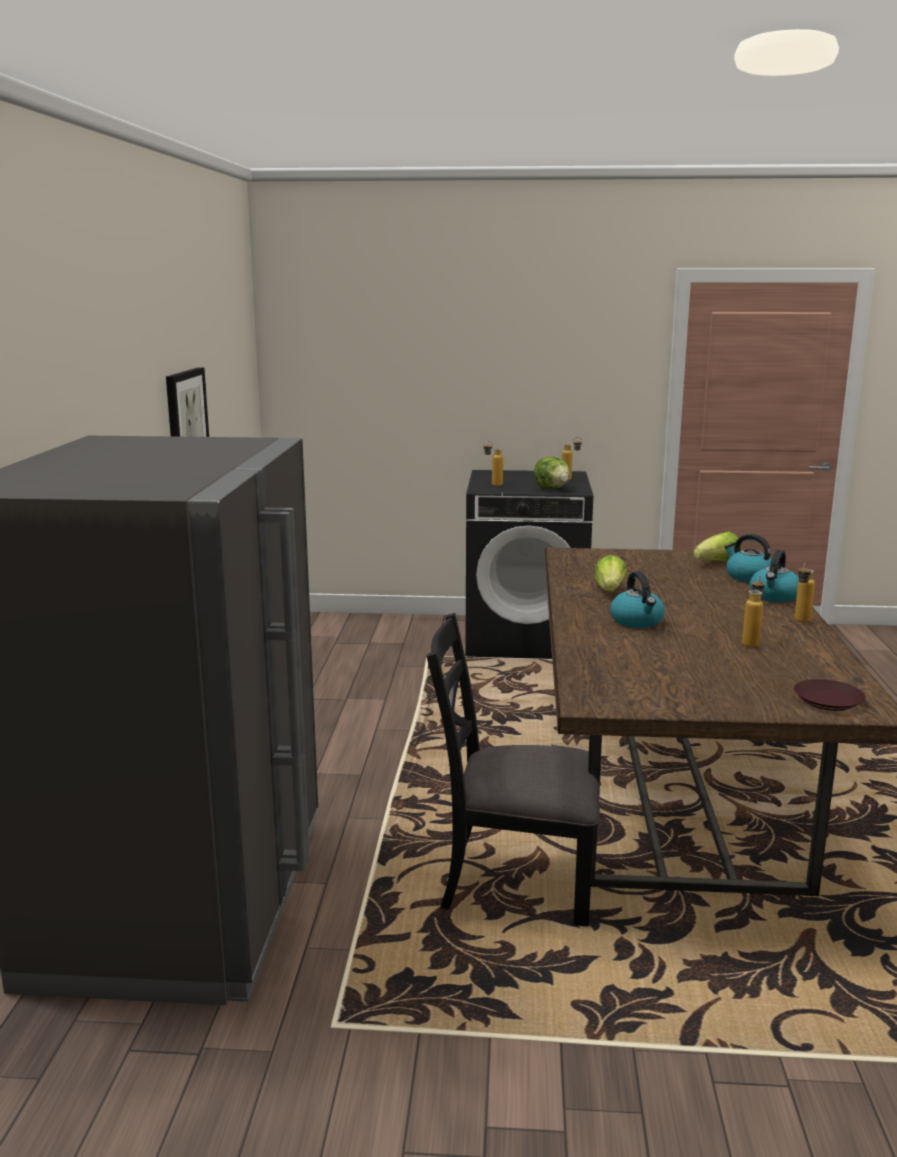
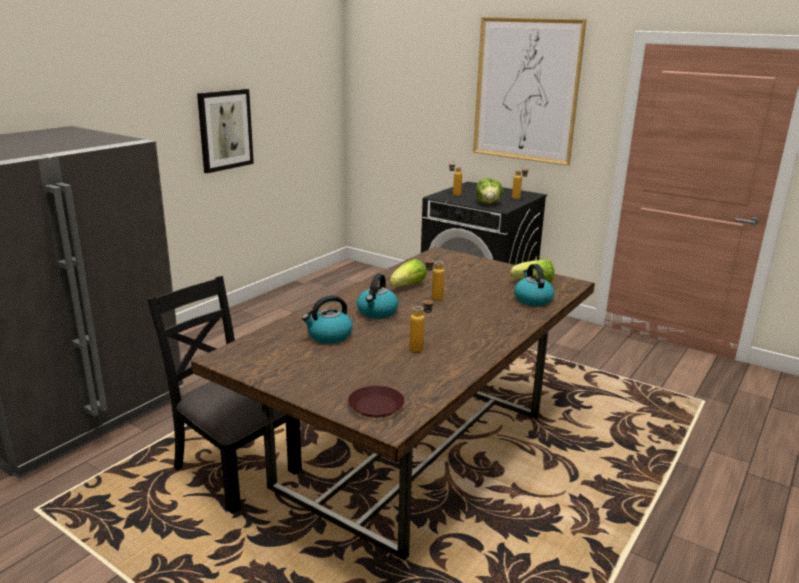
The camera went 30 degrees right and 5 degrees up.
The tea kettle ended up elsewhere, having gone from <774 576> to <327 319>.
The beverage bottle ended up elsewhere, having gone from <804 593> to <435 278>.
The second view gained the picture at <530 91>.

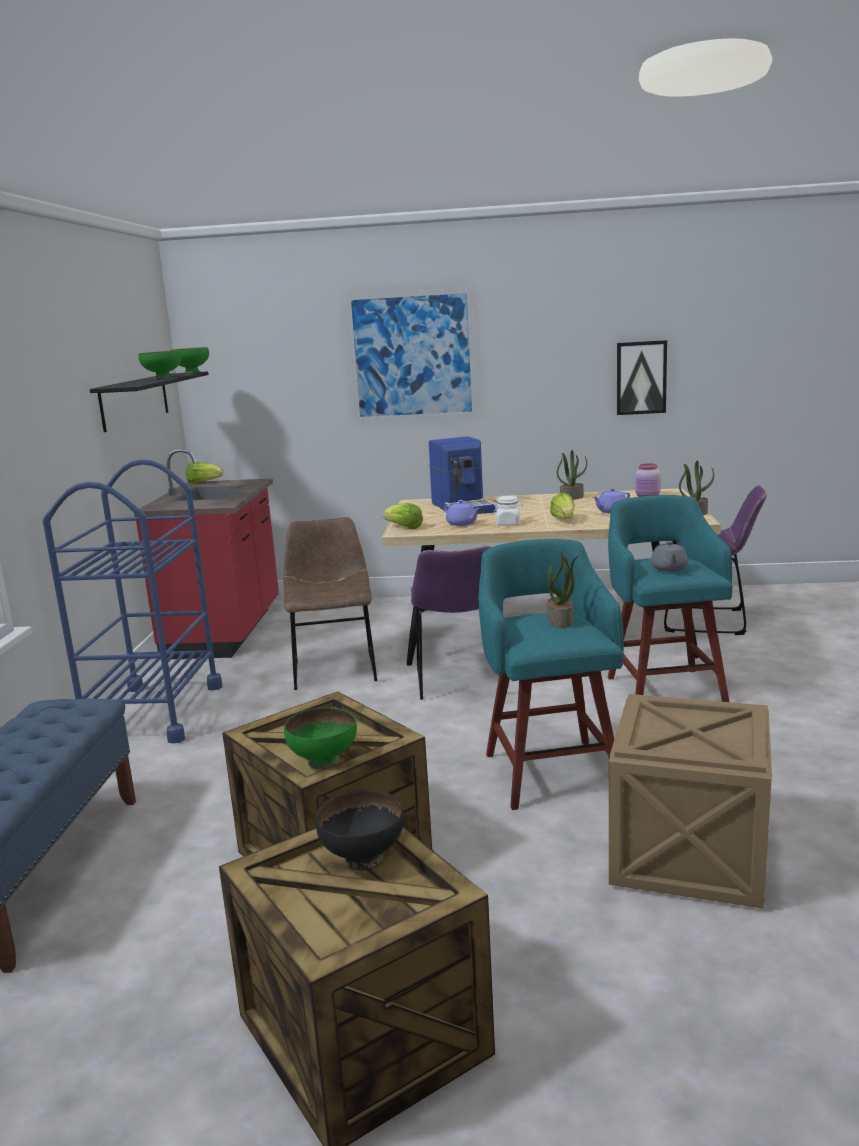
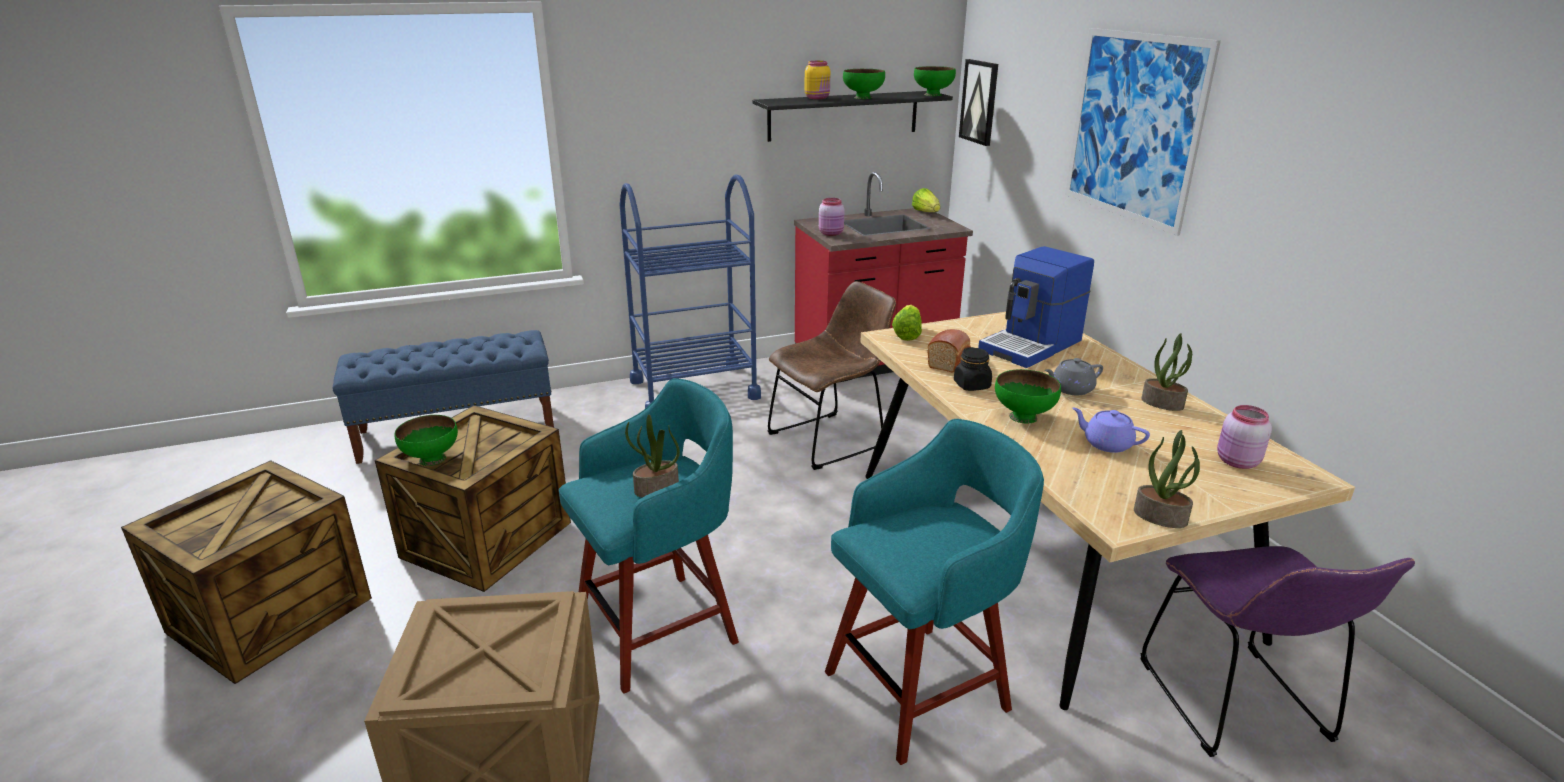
The camera went 65 degrees right and 10 degrees up.
The second view lost the black deep dish at <360 829>.
The second view lost the purplish plain chair at <454 623>.
Where the purplish pot for tea stood at <462 513>, the bakery bread came to stand at <949 351>.
What was the white-coloured storage jar at <508 511> turned into the black storage jar at <973 369>.
Where the lettuce head stood at <562 506>, the green-coloured deep dish came to stand at <1028 396>.
The picture ended up elsewhere, having gone from <642 377> to <978 102>.
The gray pot for tea ended up elsewhere, having gone from <669 556> to <1074 376>.
The second view gained the yellow storage jar at <817 80>.
The second view gained the pink storage jar at <831 217>.

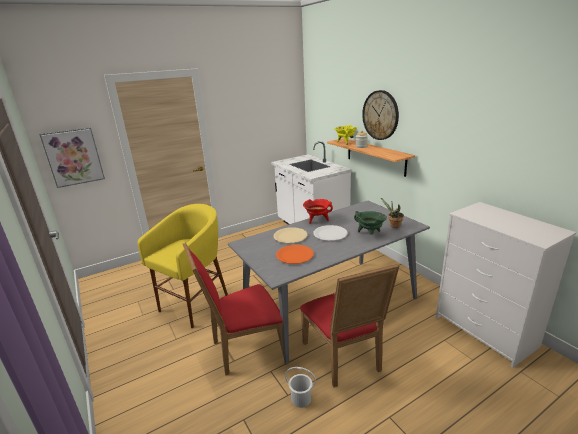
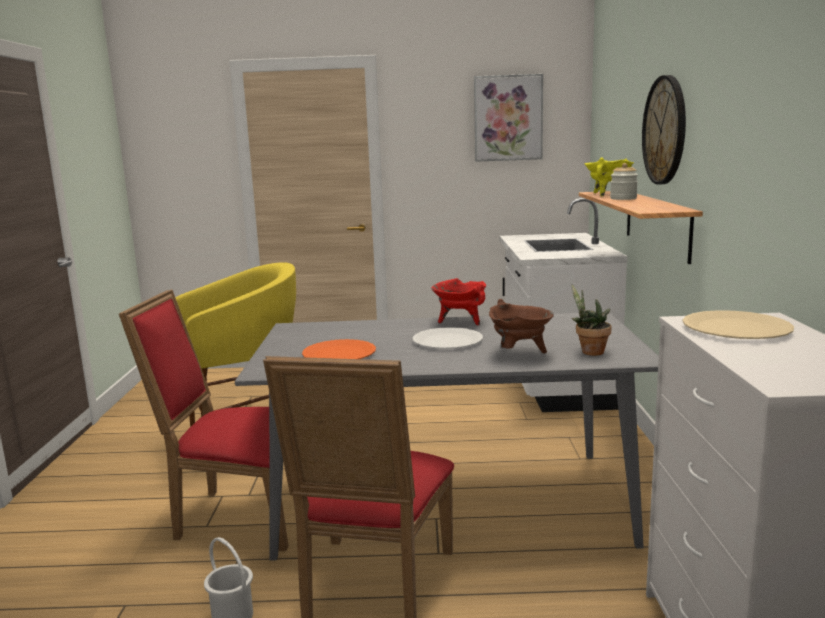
The camera went 30 degrees right and 10 degrees down.
The picture ended up elsewhere, having gone from <72 157> to <508 118>.
The sand-coloured flat dish ended up elsewhere, having gone from <290 235> to <738 324>.
What was the green-coloured saucepot at <370 223> turned into the brown saucepot at <521 326>.

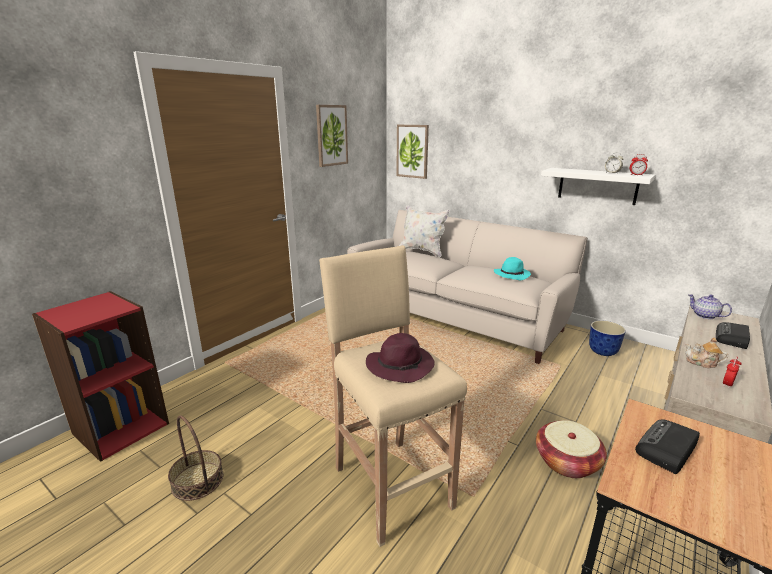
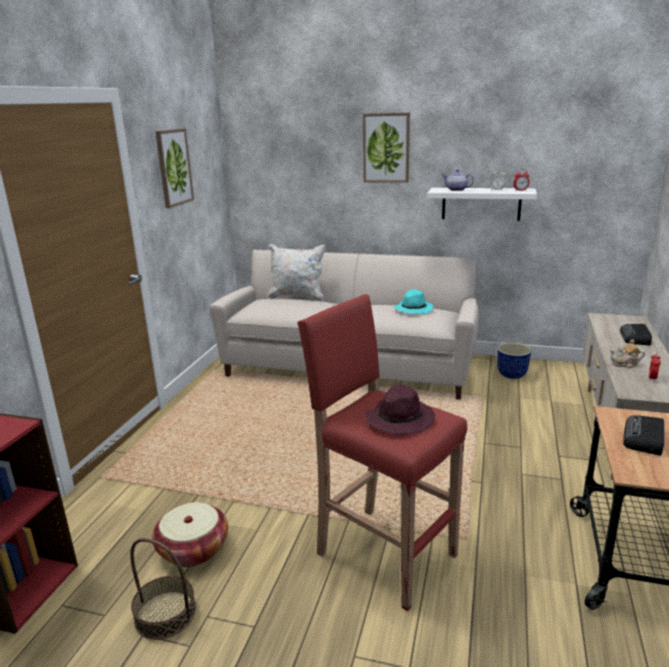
The camera went 20 degrees left and 0 degrees up.
What was the sand-coloured stool seat at <393 396> turned into the reddish stool seat at <382 452>.
The picture ended up elsewhere, having gone from <412 152> to <386 147>.
The basket ended up elsewhere, having gone from <571 449> to <190 534>.
The pot for tea ended up elsewhere, having gone from <710 306> to <457 180>.

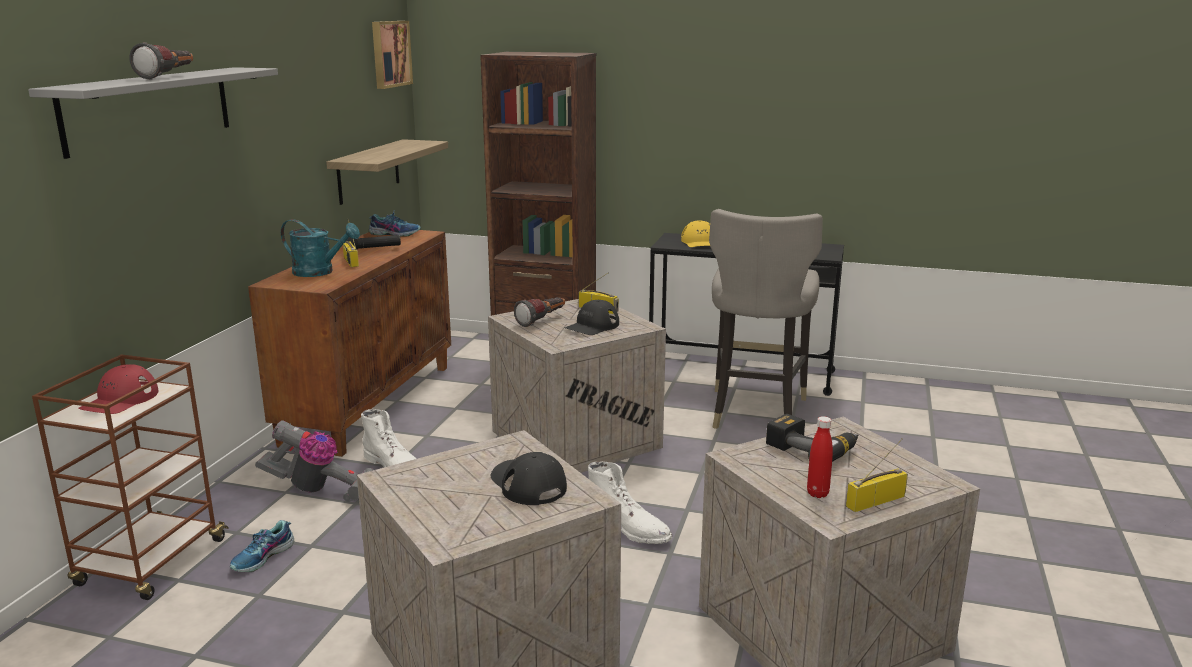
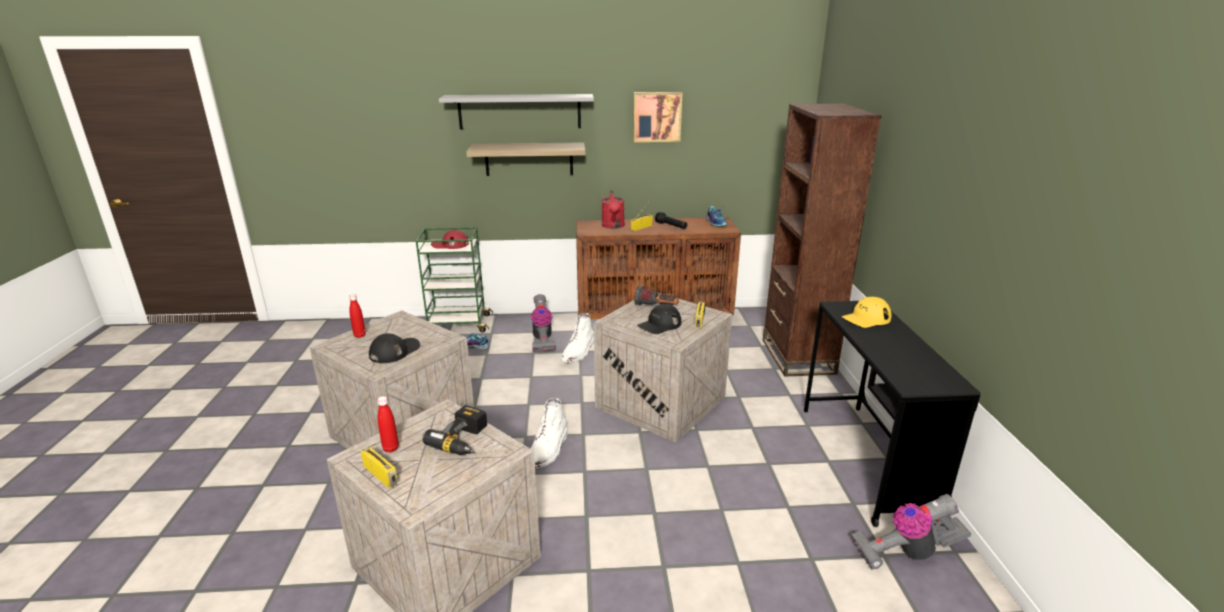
The camera went 70 degrees right and 5 degrees up.
What was the brown cart at <130 477> turned into the green-coloured cart at <454 280>.
The second view lost the torch at <161 61>.
What was the turquoise watering pot at <320 248> turned into the reddish watering pot at <613 209>.
The shelf ended up elsewhere, having gone from <387 172> to <525 159>.
The picture ended up elsewhere, having gone from <392 55> to <657 117>.
The black cap at <592 317> ended up facing another way, 60 degrees counterclockwise from before.
The second view lost the gray stool seat at <766 319>.
The second view gained the reddish beverage bottle at <357 316>.
The second view gained the hoover at <911 532>.

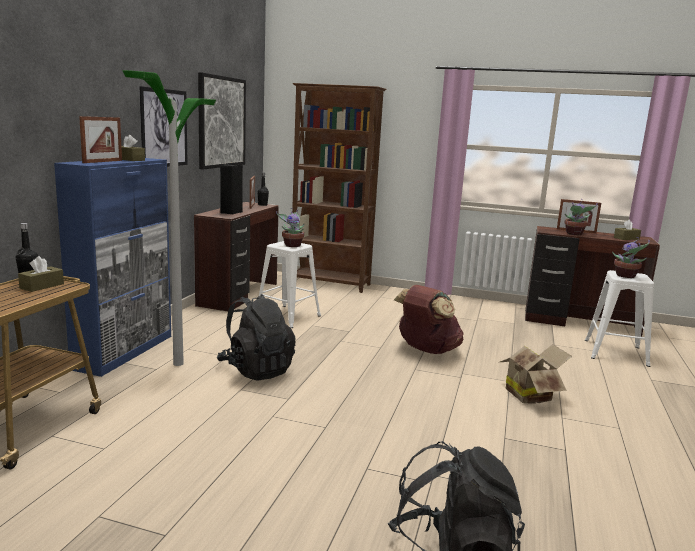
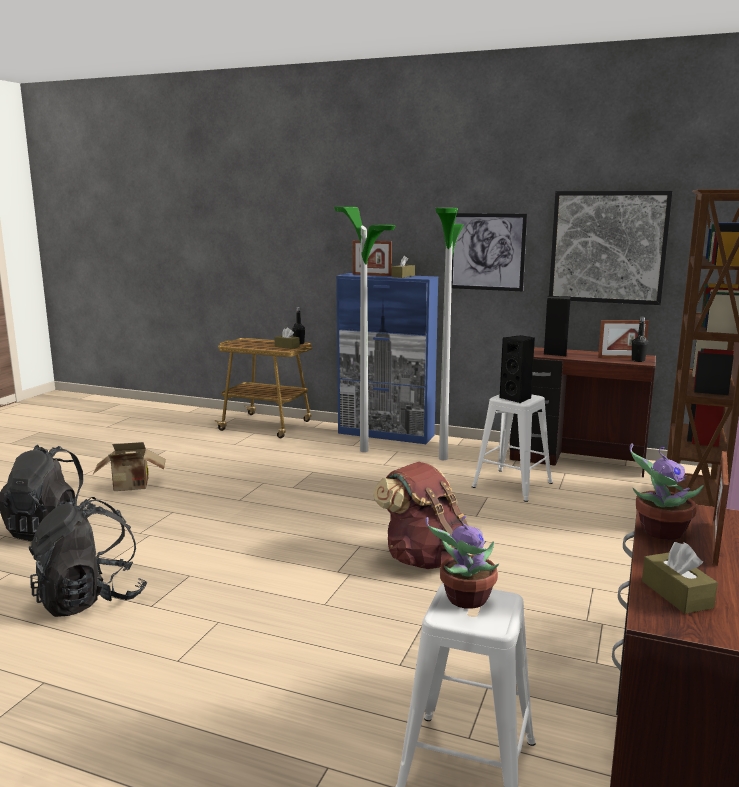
The camera went 95 degrees right and 0 degrees up.
The black backpack ended up elsewhere, having gone from <256 337> to <88 557>.
Where the plant in a pot stood at <290 227>, the black loudspeaker came to stand at <517 369>.
The packing box ended up elsewhere, having gone from <536 374> to <129 466>.
The second view gained the floor lamp at <449 334>.

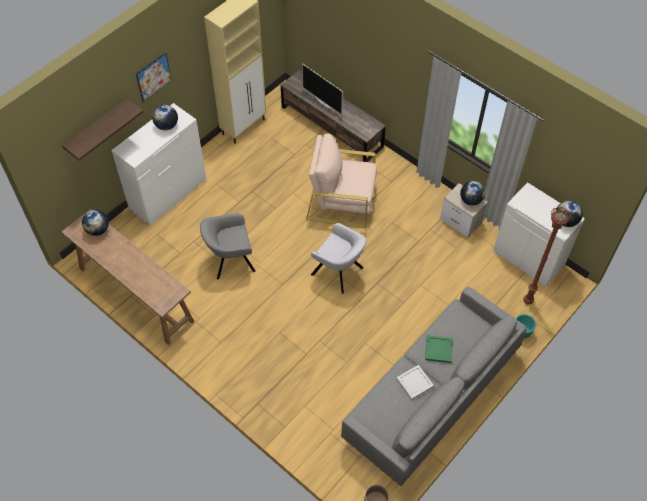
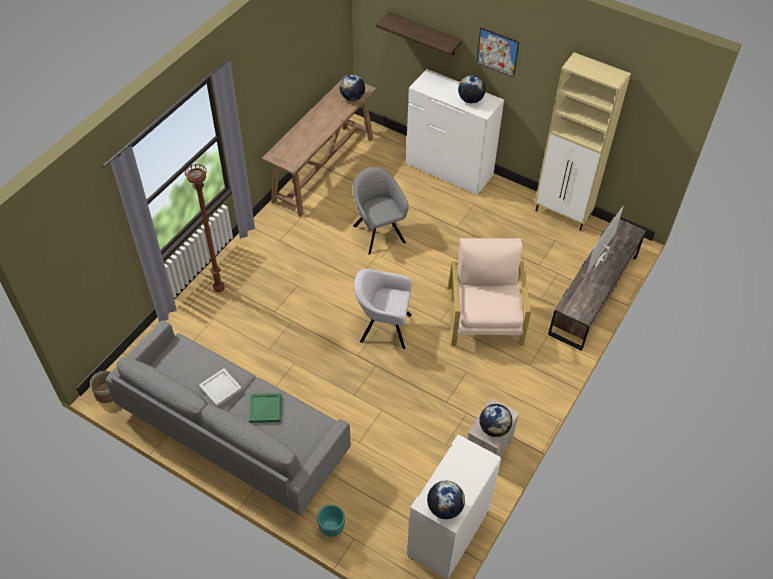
The camera went 80 degrees right and 5 degrees down.
The gray armchair at <339 258> ended up facing another way, 75 degrees clockwise from before.
The brown floor lamp ended up elsewhere, having gone from <547 256> to <205 228>.

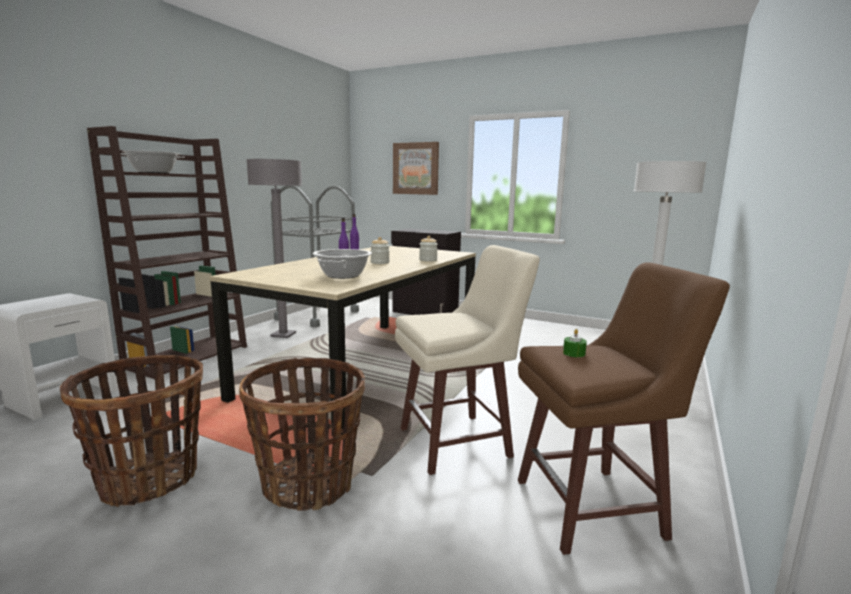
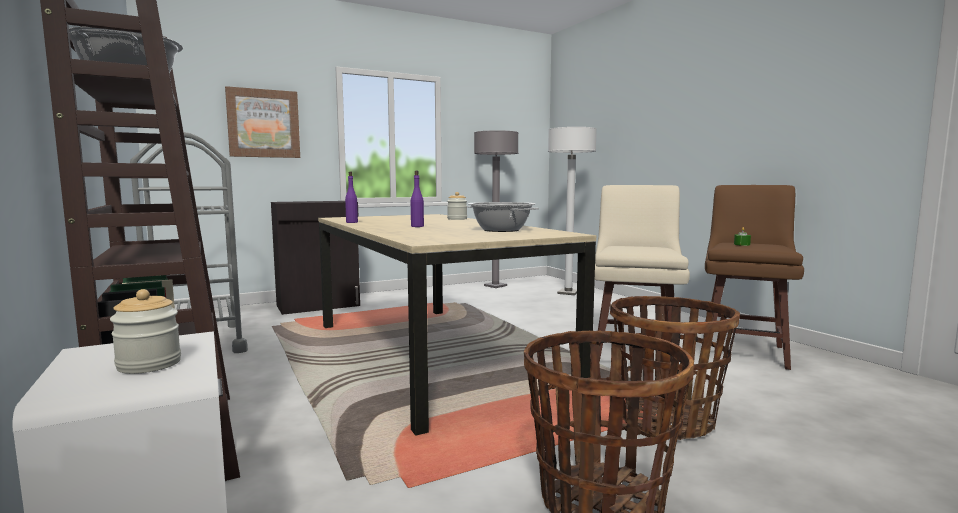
The camera went 55 degrees left and 5 degrees down.
The gray floor lamp ended up elsewhere, having gone from <274 248> to <496 209>.
The storage jar ended up elsewhere, having gone from <380 250> to <145 331>.

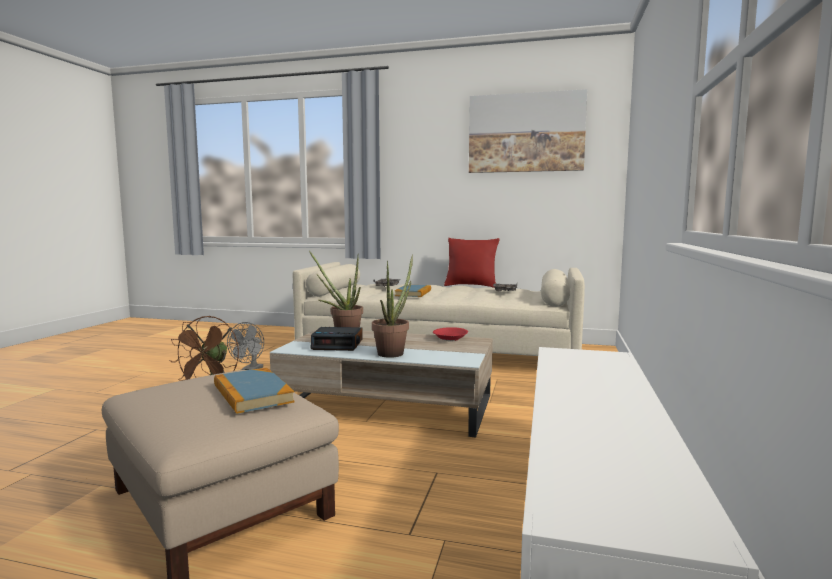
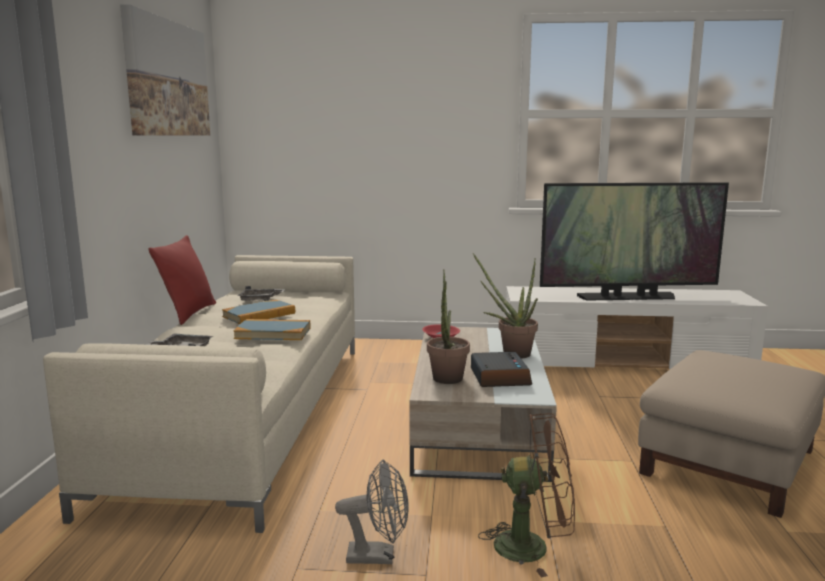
The camera went 100 degrees left and 5 degrees up.
The volume ended up elsewhere, having gone from <254 391> to <258 312>.
The second view gained the TV set at <634 241>.

